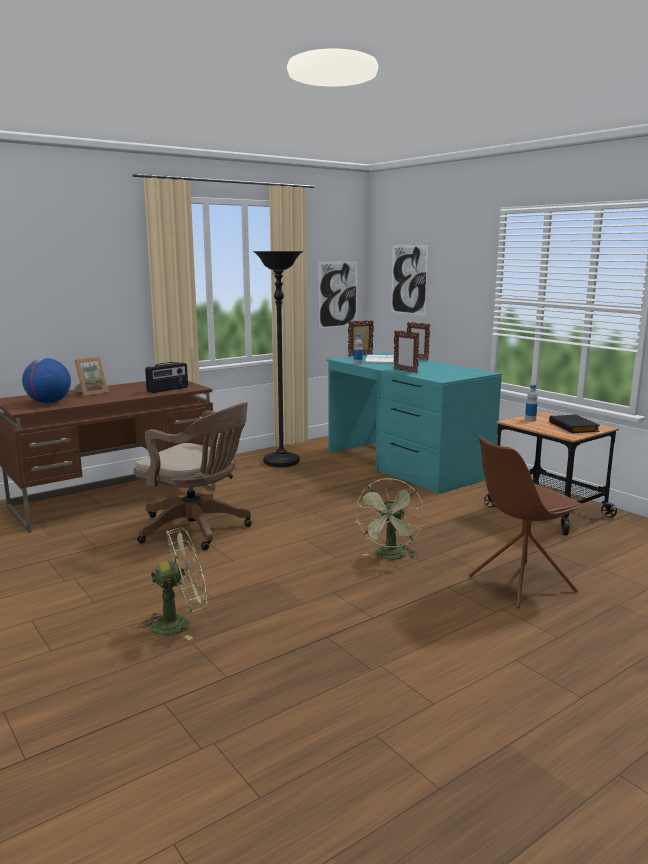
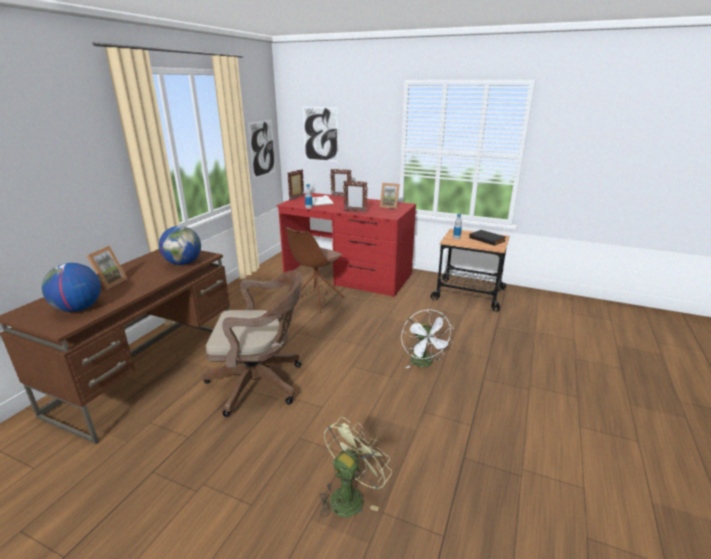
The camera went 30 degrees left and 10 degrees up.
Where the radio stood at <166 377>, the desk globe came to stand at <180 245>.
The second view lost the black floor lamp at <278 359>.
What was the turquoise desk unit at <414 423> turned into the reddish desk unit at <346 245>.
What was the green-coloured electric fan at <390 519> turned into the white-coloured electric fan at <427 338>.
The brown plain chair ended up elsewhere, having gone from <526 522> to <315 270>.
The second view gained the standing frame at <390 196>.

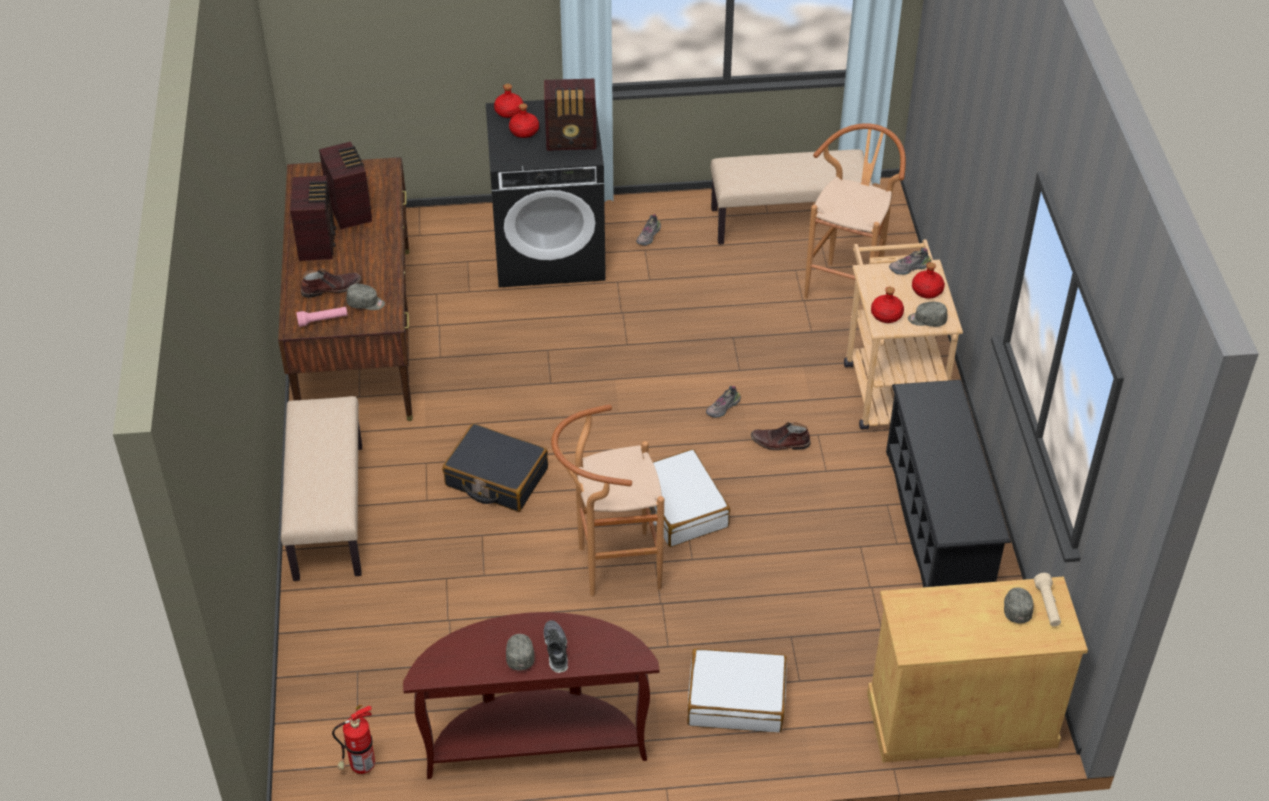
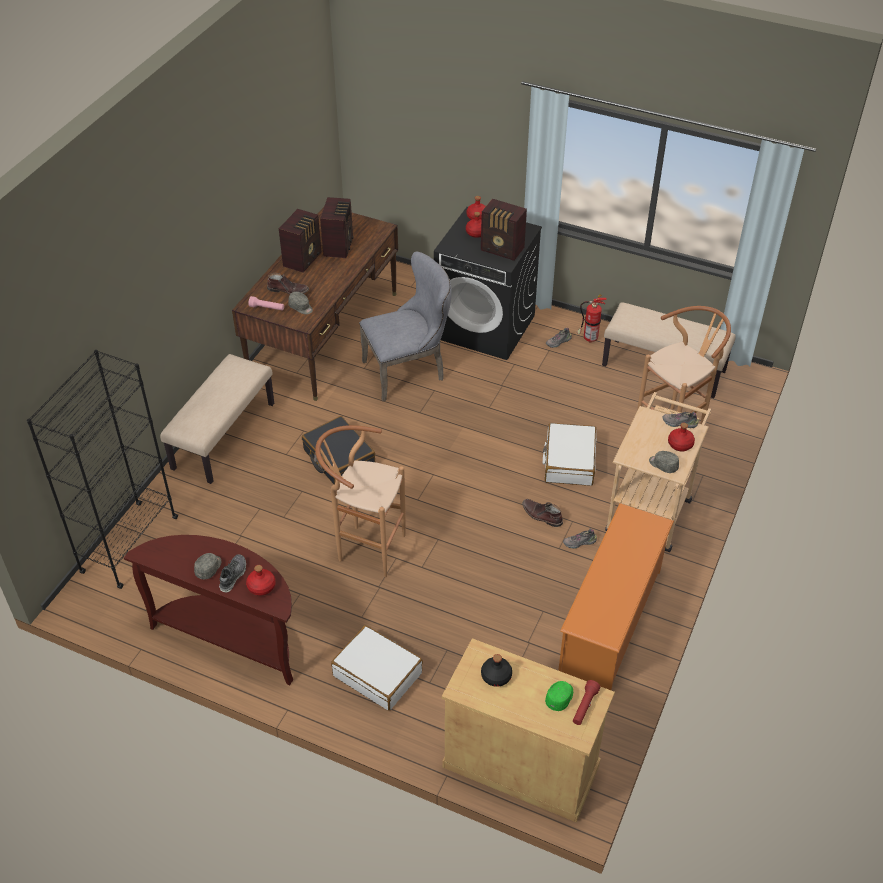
The camera went 30 degrees right and 0 degrees up.
The fire extinguisher ended up elsewhere, having gone from <353 739> to <592 318>.
The white-coloured travel case ended up elsewhere, having gone from <689 498> to <570 454>.
The shoe ended up elsewhere, having gone from <723 402> to <580 538>.
The reddish beverage bottle ended up elsewhere, having gone from <887 305> to <261 580>.
What was the black shoe stand at <948 483> turned into the orange shoe stand at <616 596>.
What was the gray cap at <1018 606> turned into the green-coloured cap at <559 696>.
What was the sand-coloured torch at <1047 600> turned into the reddish torch at <587 702>.
The second view gained the black shelving unit at <102 469>.
The second view gained the gray plain chair at <405 326>.
The second view gained the black beverage bottle at <496 670>.

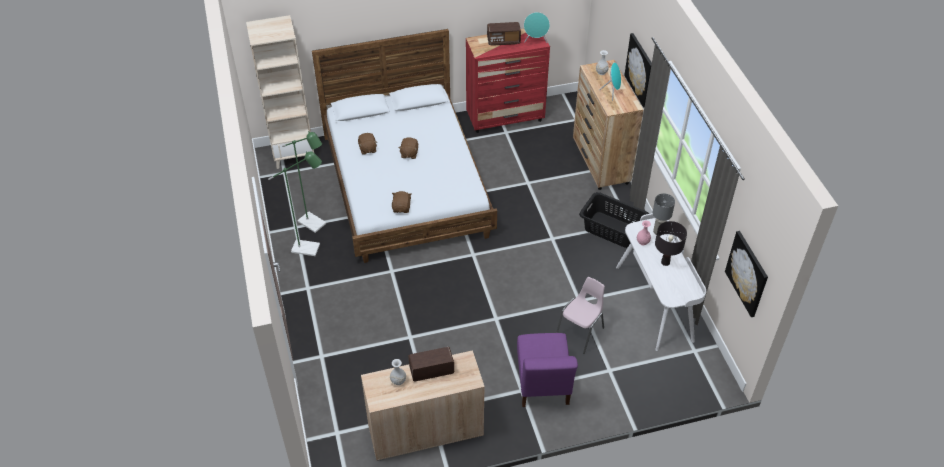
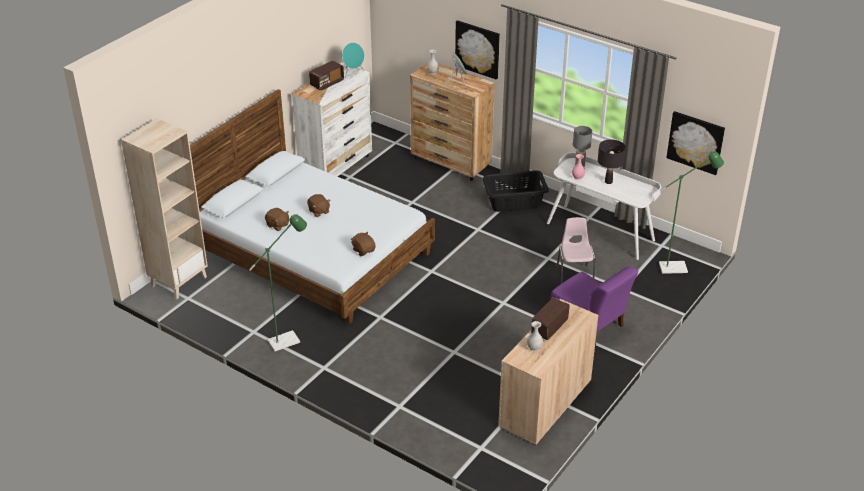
The camera went 40 degrees left and 10 degrees down.
The green-coloured floor lamp ended up elsewhere, having gone from <304 182> to <691 212>.
What was the reddish dresser at <508 80> turned into the white-coloured dresser at <332 119>.

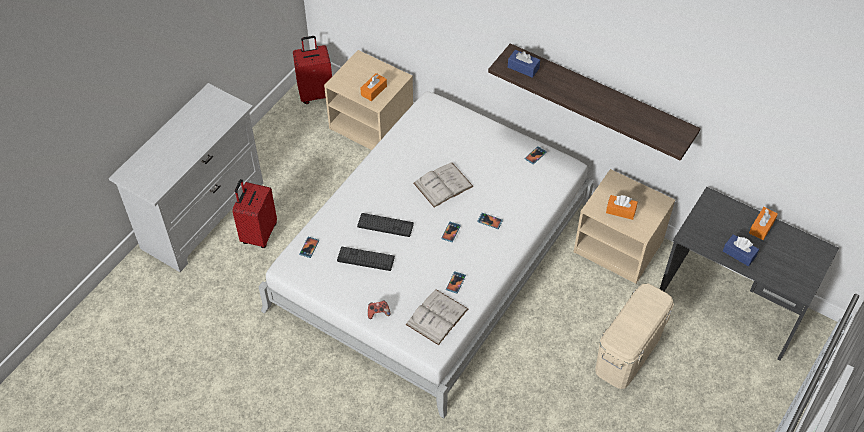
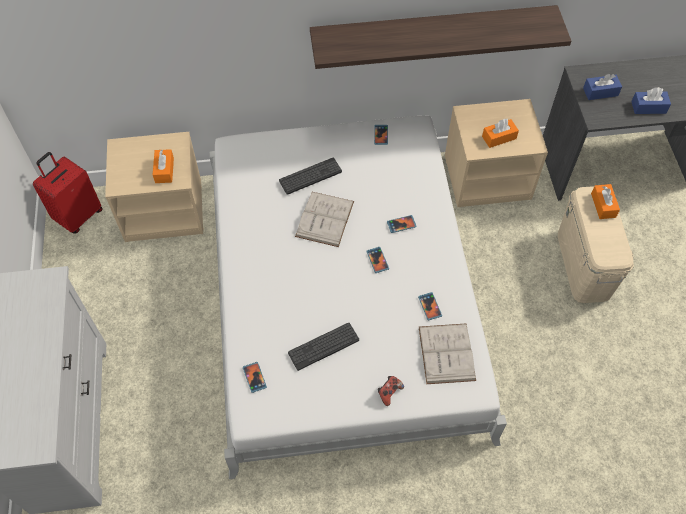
The camera went 40 degrees left and 5 degrees up.
The second view lost the reddish travel case at <254 213>.
The keyboard ended up elsewhere, having gone from <385 225> to <310 176>.
The blue-coloured tissue holder ended up elsewhere, having gone from <524 64> to <602 87>.
The orange tissue holder ended up elsewhere, having gone from <763 223> to <605 201>.

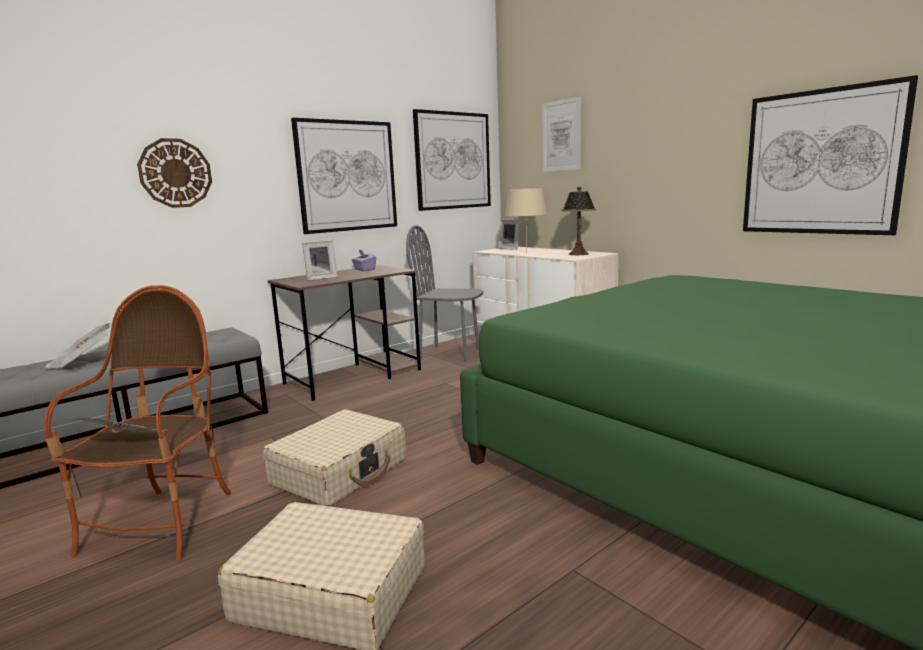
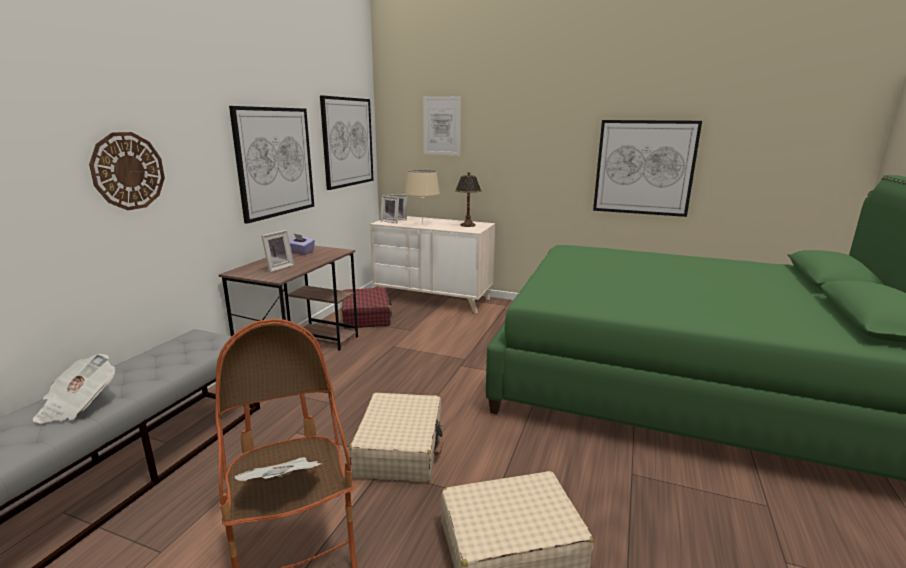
The camera went 30 degrees left and 5 degrees up.
Where the gray plain chair stood at <444 293>, the reddish travel case came to stand at <367 308>.
The second view gained the standing frame at <389 209>.

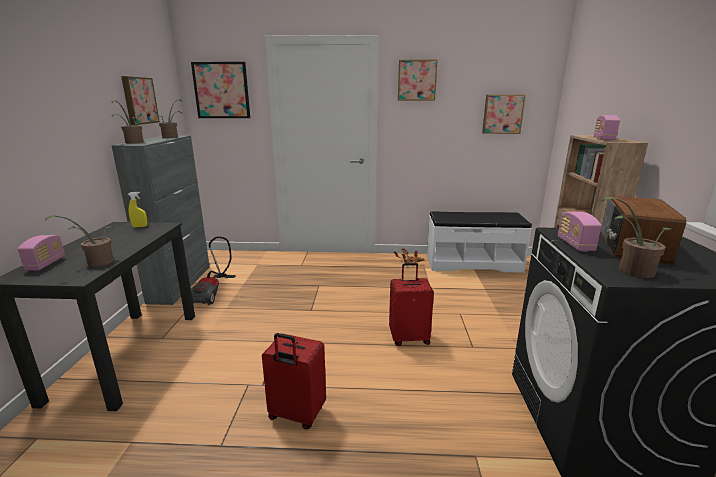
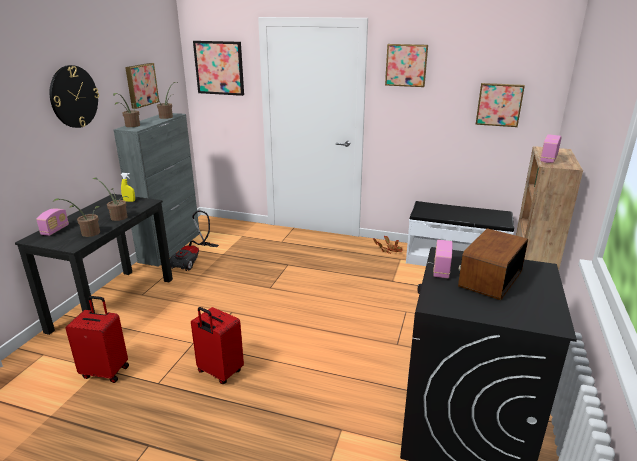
The camera went 15 degrees right and 5 degrees up.
The reddish travel case ended up elsewhere, having gone from <411 304> to <97 339>.
The plant in a pot ended up elsewhere, having gone from <637 237> to <109 199>.
The second view gained the hanging clock at <74 96>.

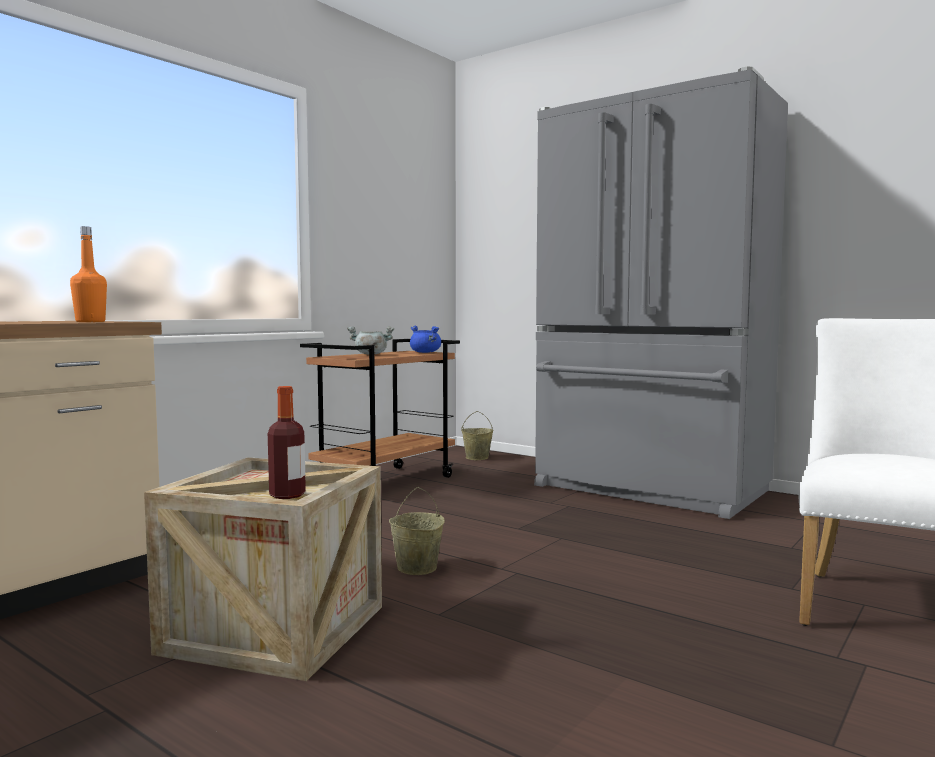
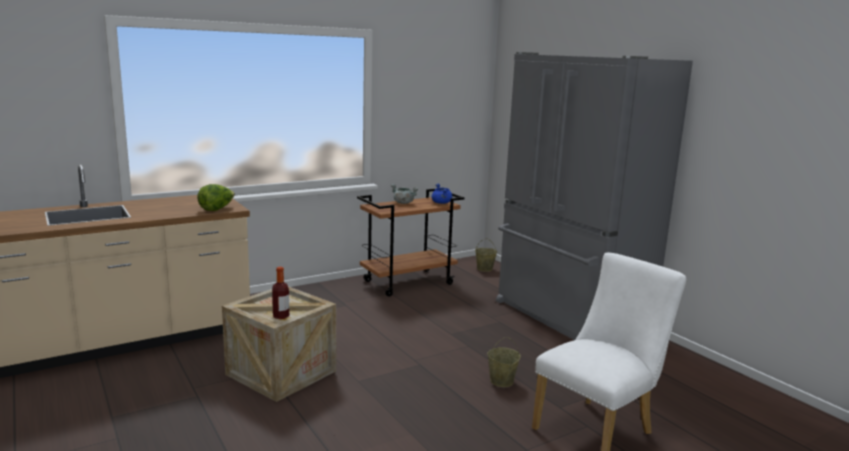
The camera went 20 degrees right and 10 degrees up.
Where the orange beverage bottle stood at <88 274>, the lettuce head came to stand at <216 197>.
The sand-coloured bucket ended up elsewhere, having gone from <417 531> to <503 362>.

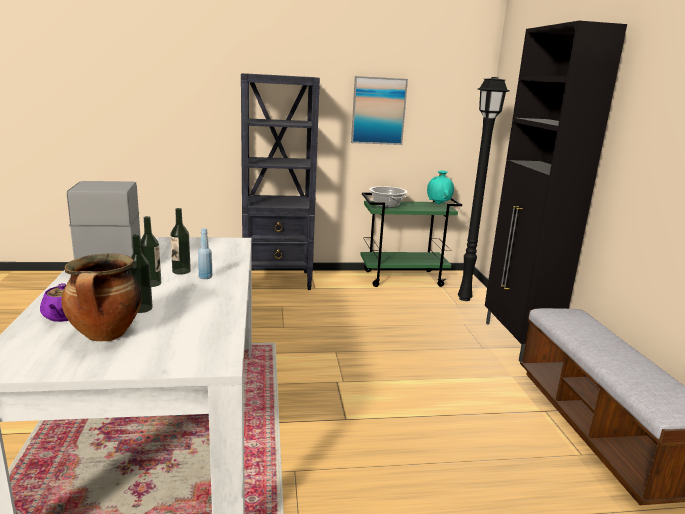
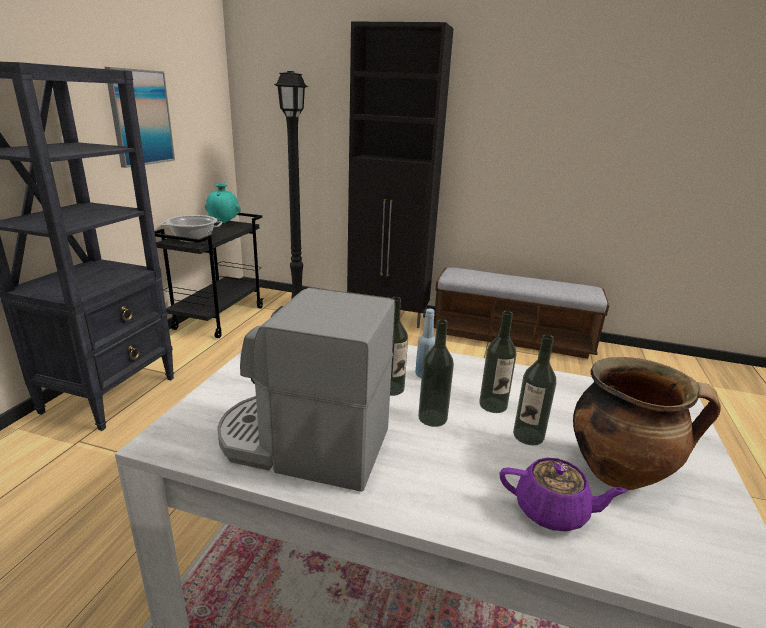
The camera went 65 degrees left and 5 degrees up.
What was the green-coloured cart at <411 239> turned into the black cart at <208 275>.
The second view gained the beverage bottle at <498 362>.

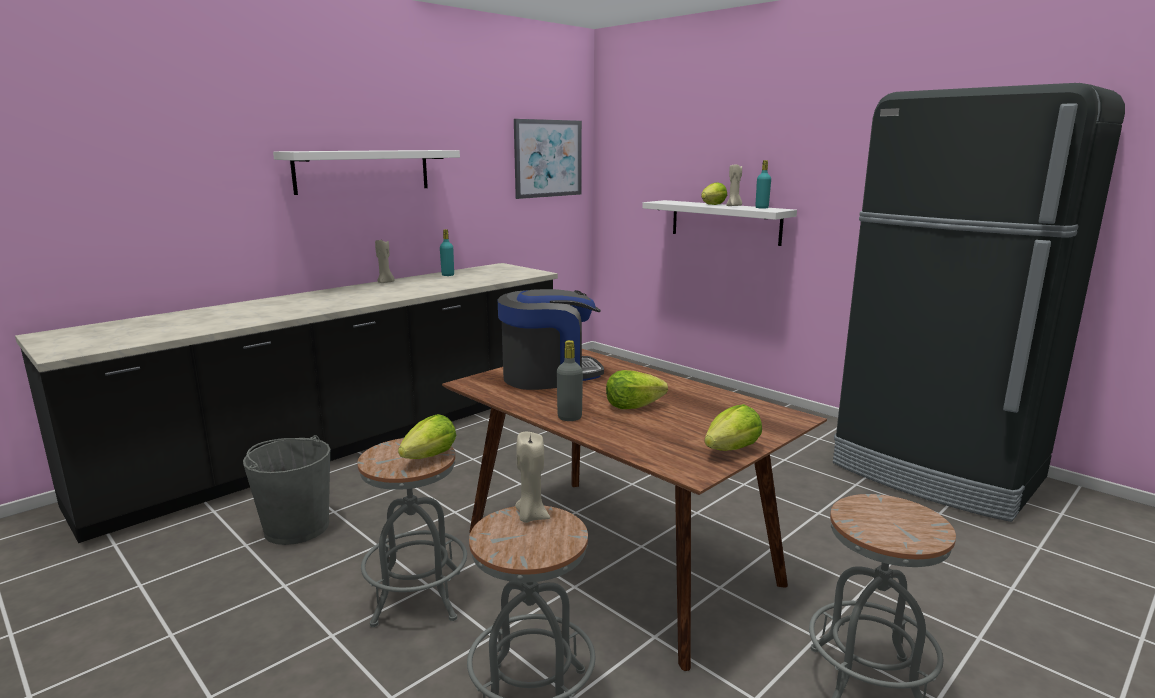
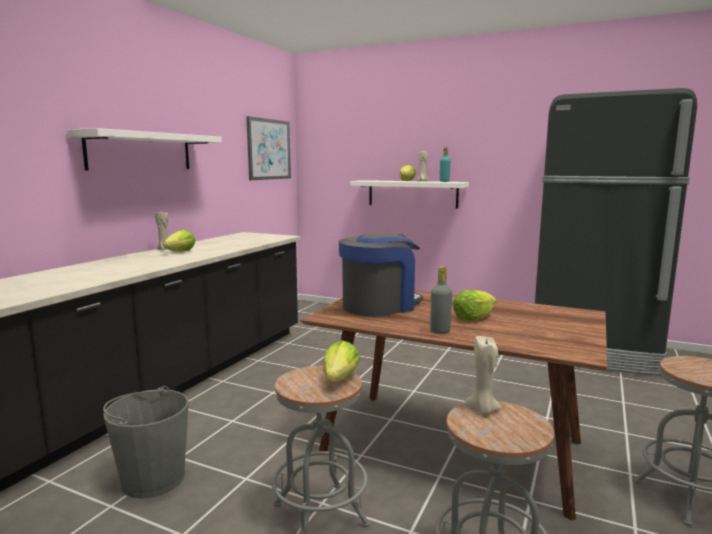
The camera went 20 degrees left and 5 degrees down.
The second view lost the turquoise beverage bottle at <447 252>.
The lettuce head ended up elsewhere, having gone from <733 427> to <179 241>.

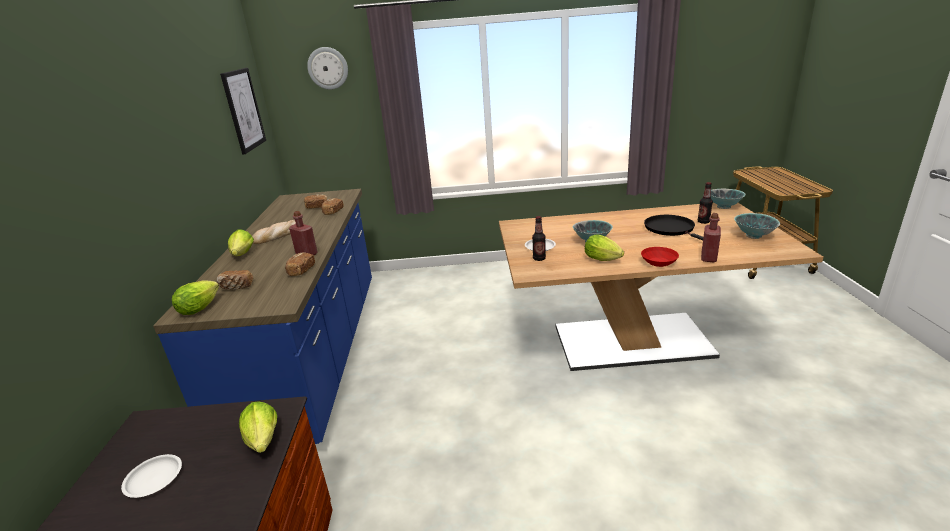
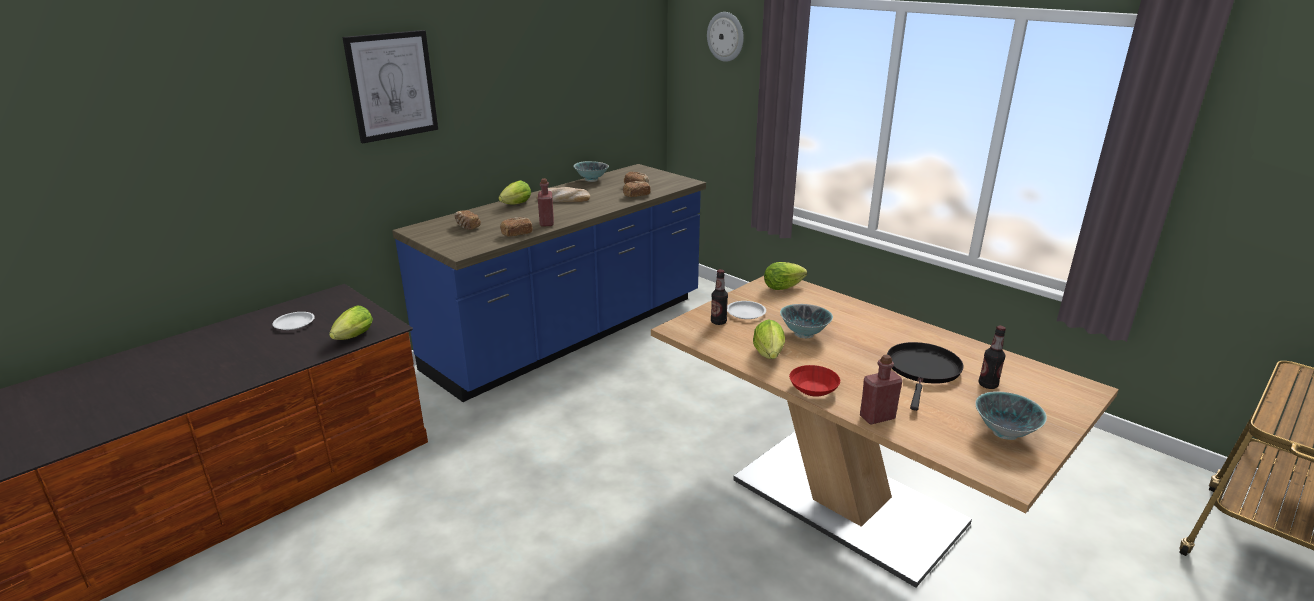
The camera went 45 degrees right and 0 degrees up.
The lettuce head ended up elsewhere, having gone from <195 297> to <785 276>.
The picture ended up elsewhere, having gone from <243 111> to <390 86>.
The deep dish ended up elsewhere, having gone from <728 199> to <591 171>.

